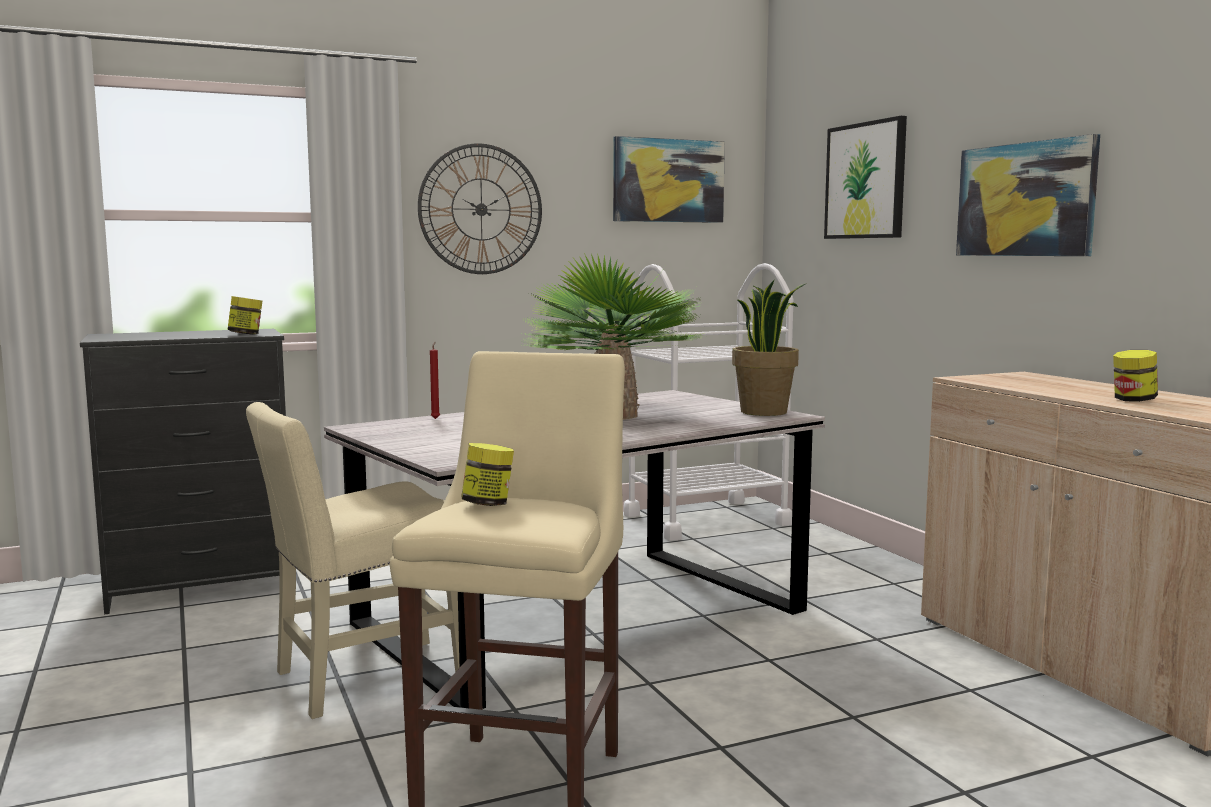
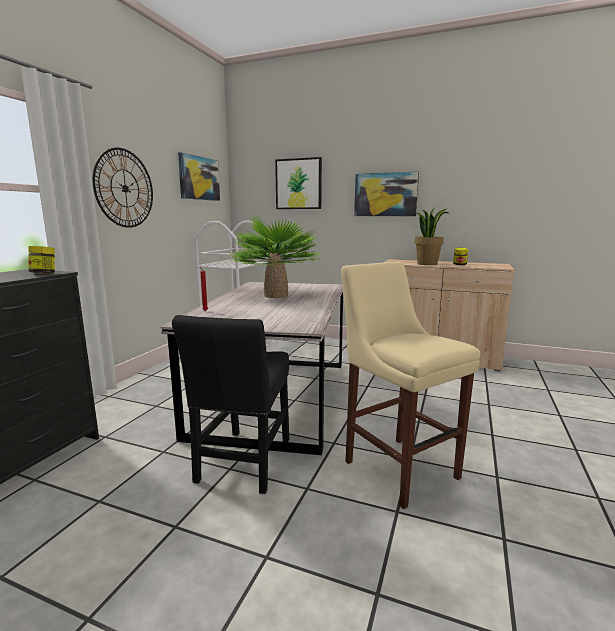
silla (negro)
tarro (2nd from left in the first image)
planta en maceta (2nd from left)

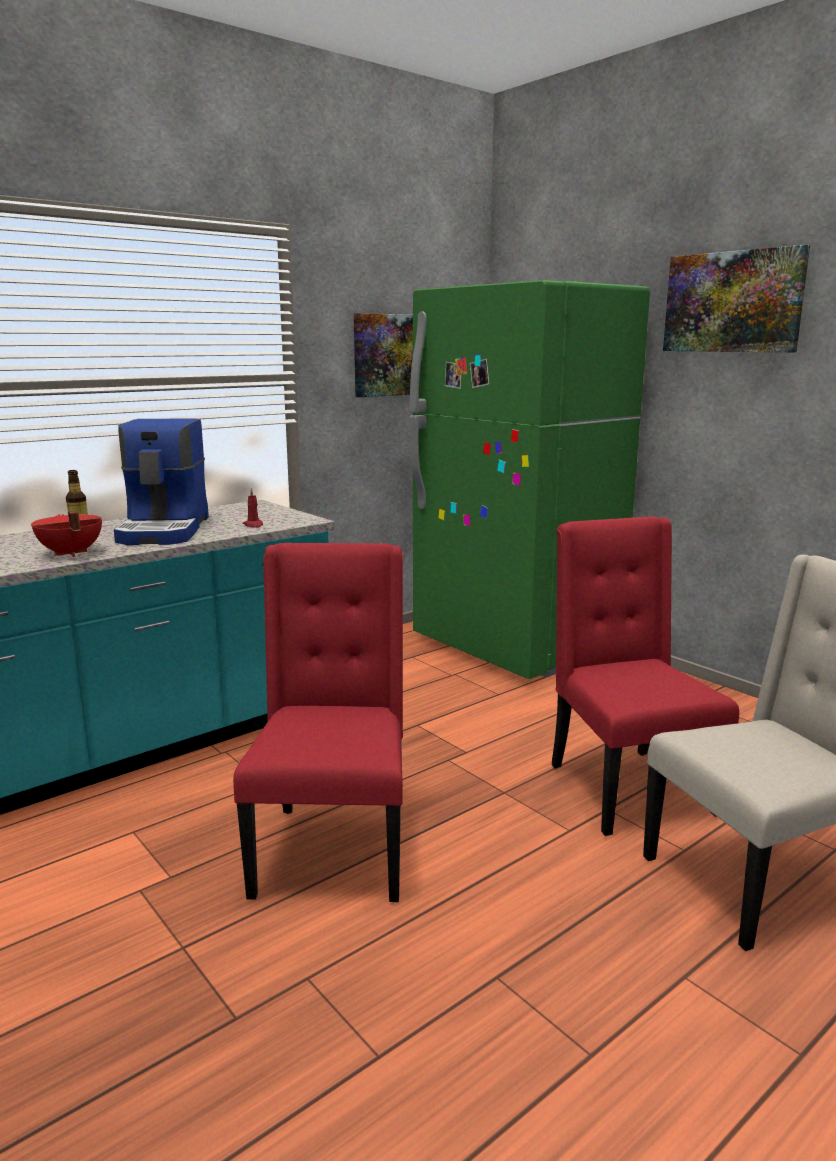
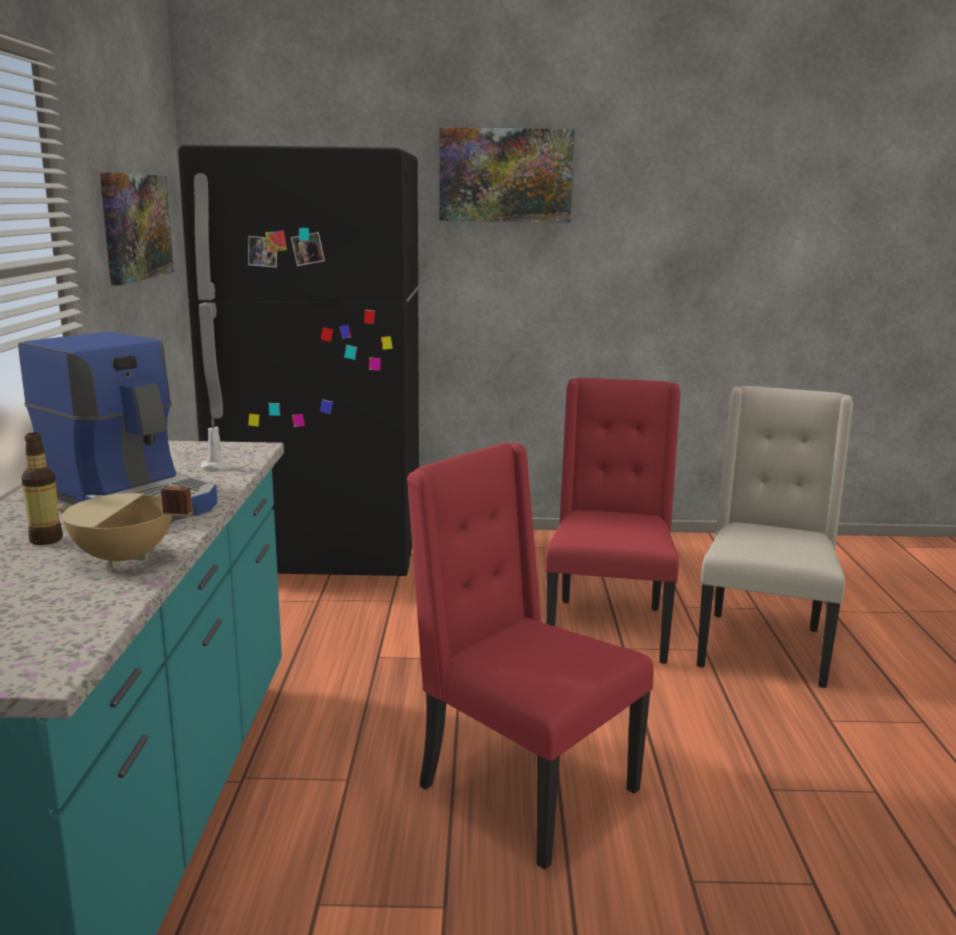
olla (beis)
vela (blanco)
nevera (negro)
silla (rojo) (2nd from left)

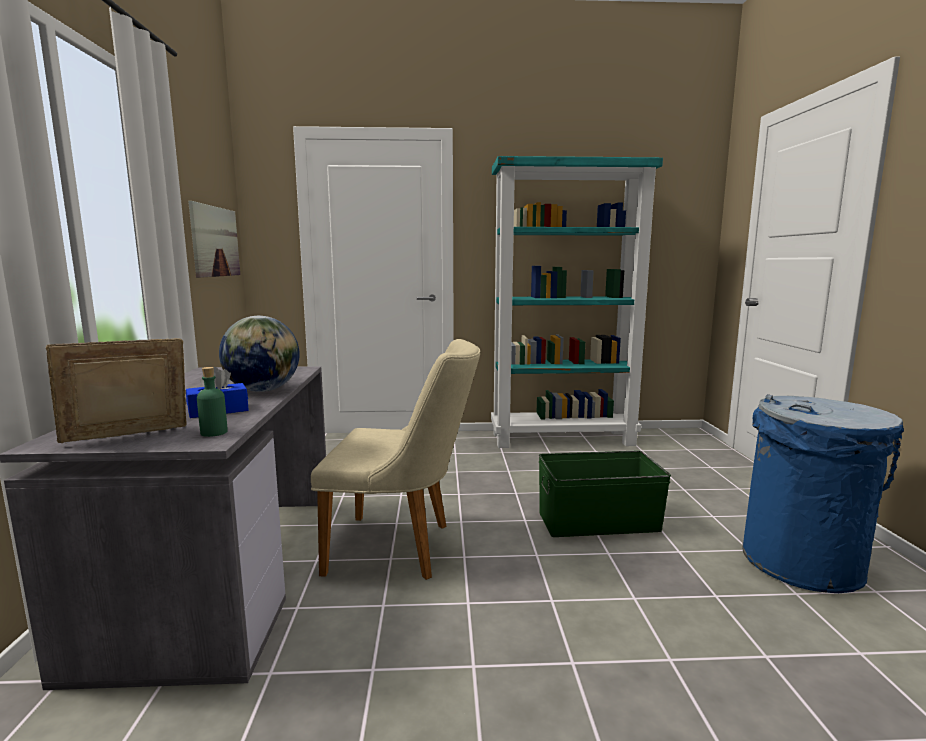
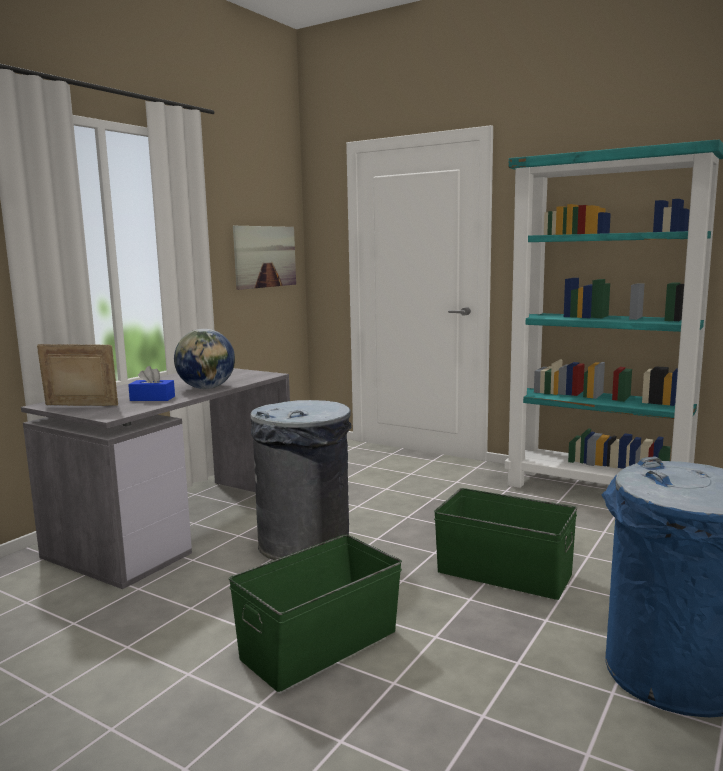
botella (verde)
papelera (gris)
caja de almacenaje (verde) (1st from left)

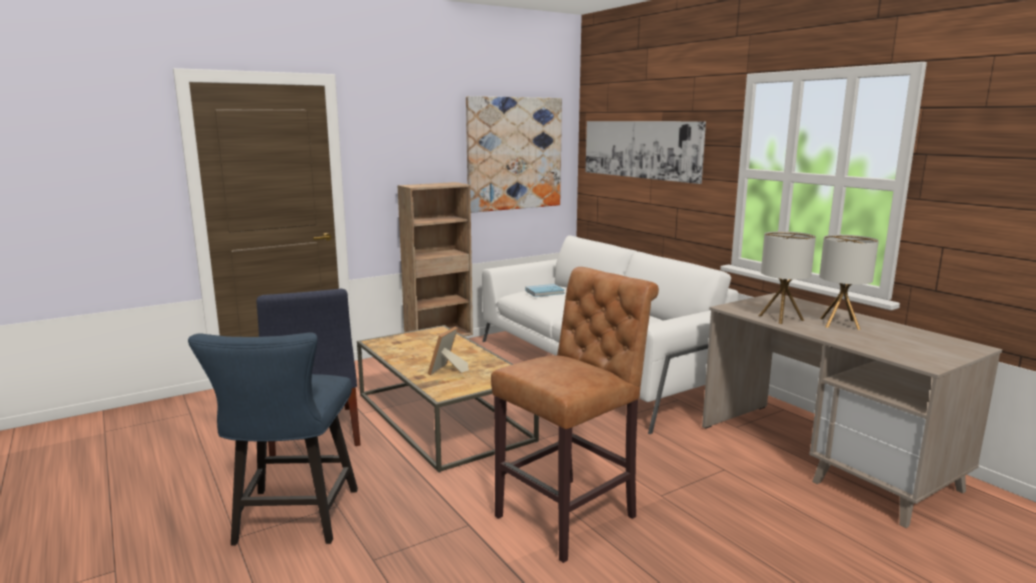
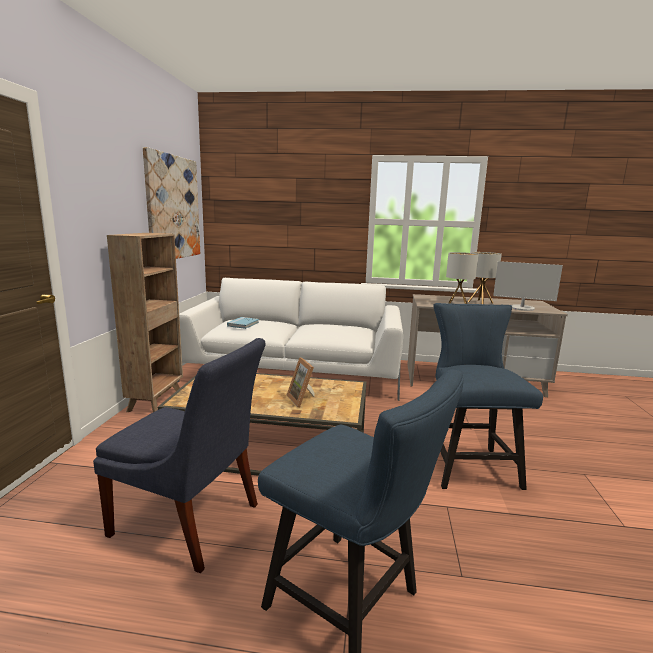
silla (azul) (3rd from left)
cuadro (2nd from left in the first image)
monitor

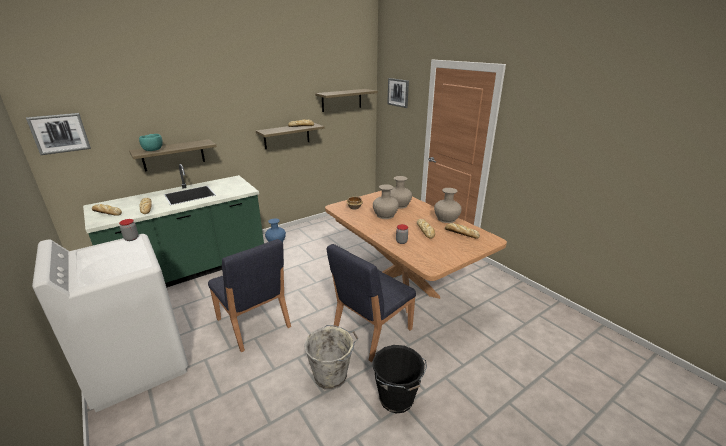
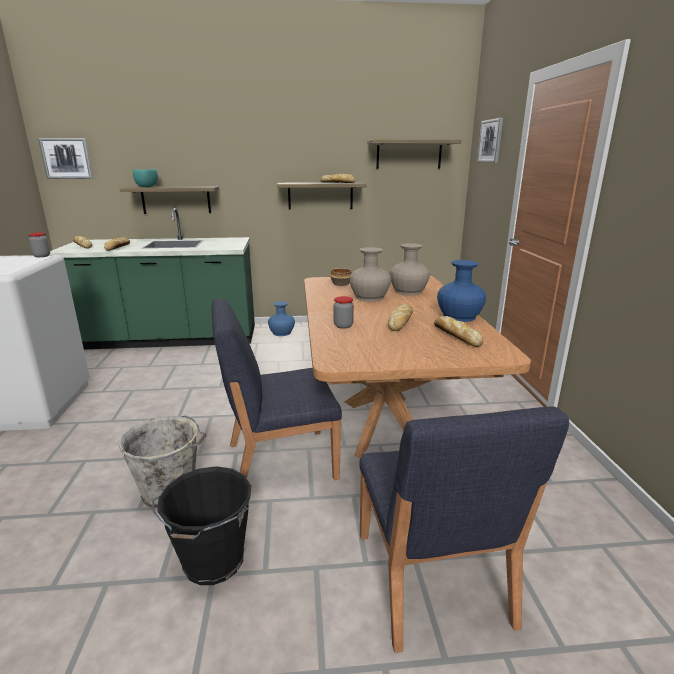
silla (azul) (2nd from left)
florero (azul) (2nd from left)

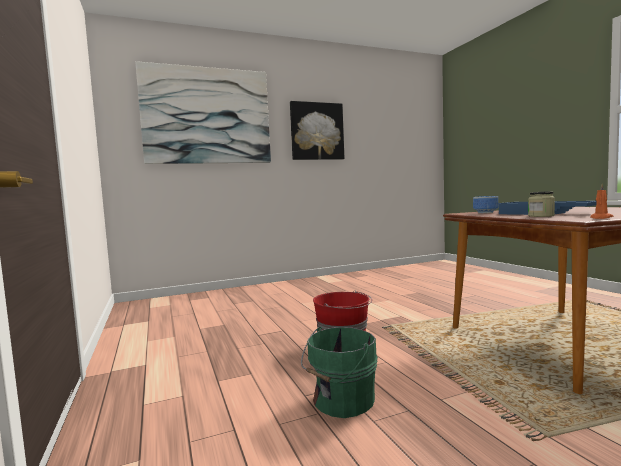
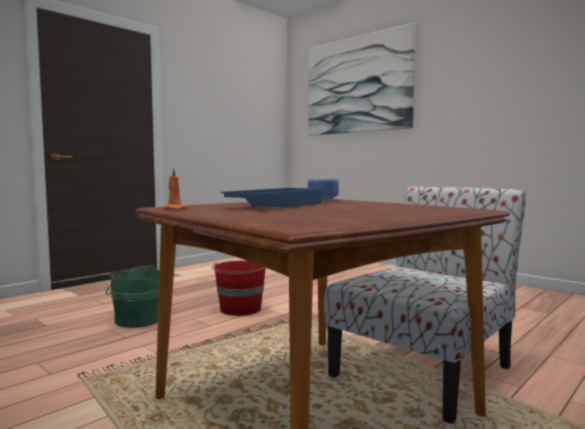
cuadro (2nd from left in the first image)
tarro
silla

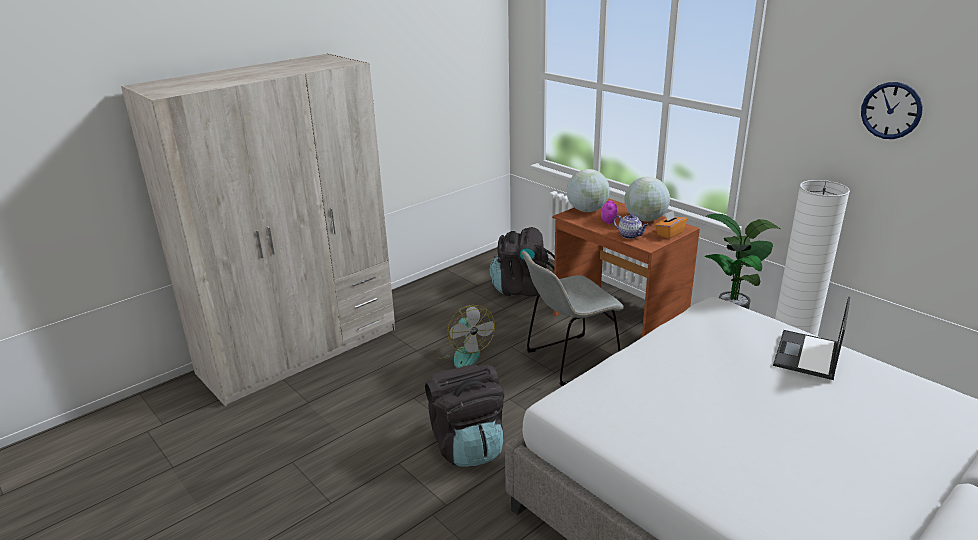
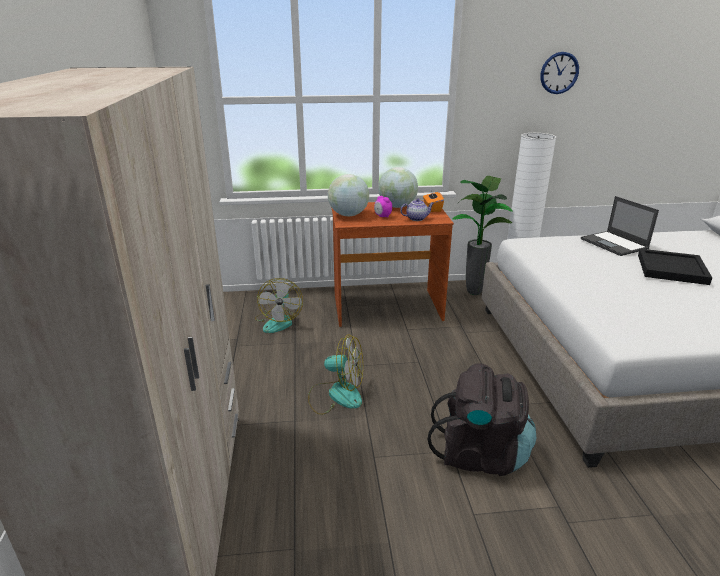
ventilador (1st from left)
silla (gris)
bandeja (negro)

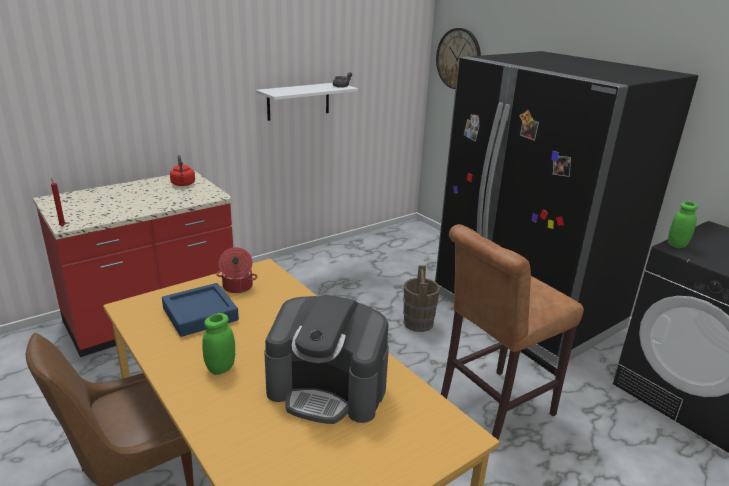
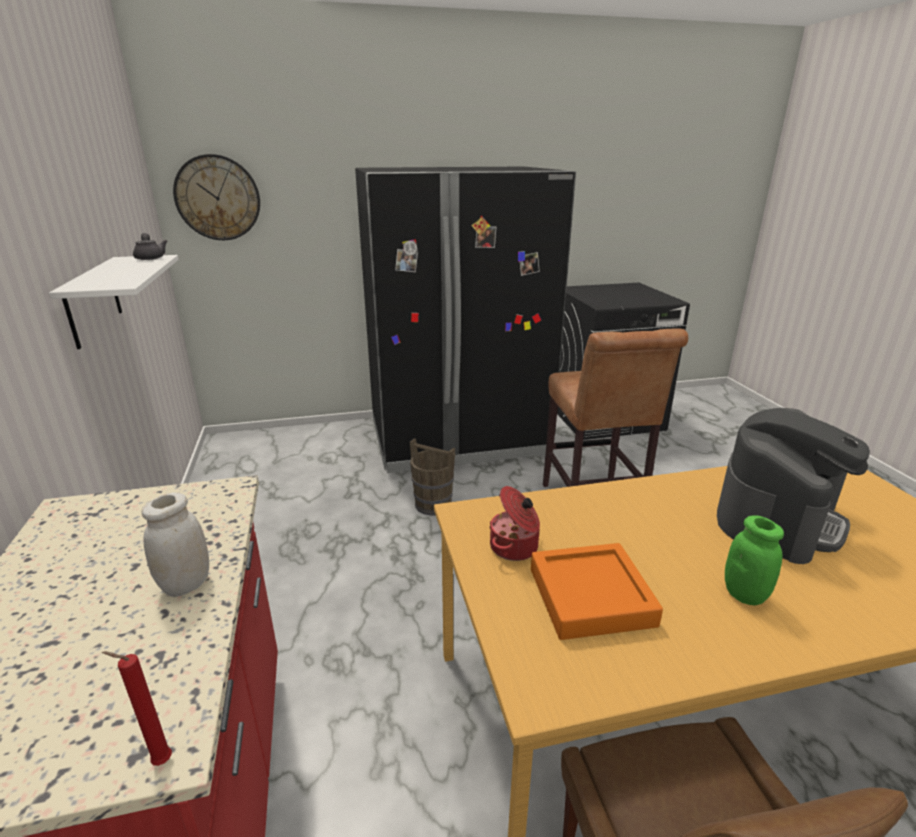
bandeja (naranja)
hervidor (rojo)
tarro (verde) (2nd from left in the first image)
tarro (blanco)

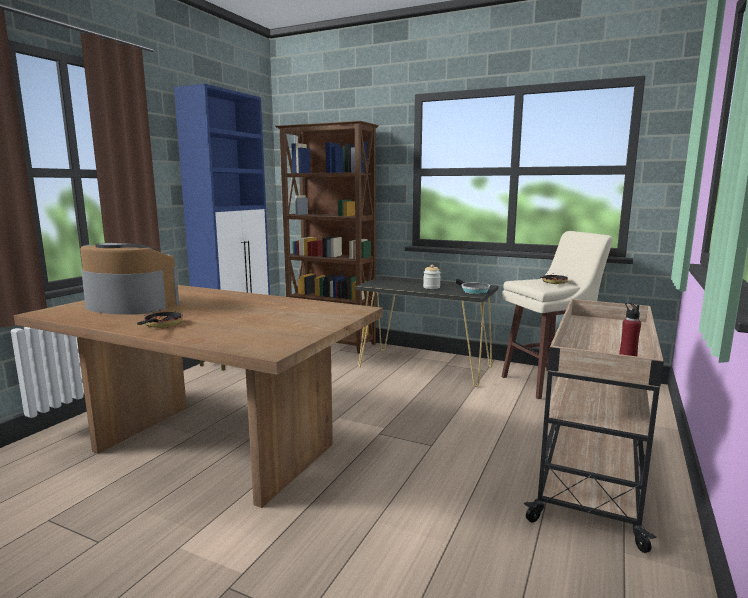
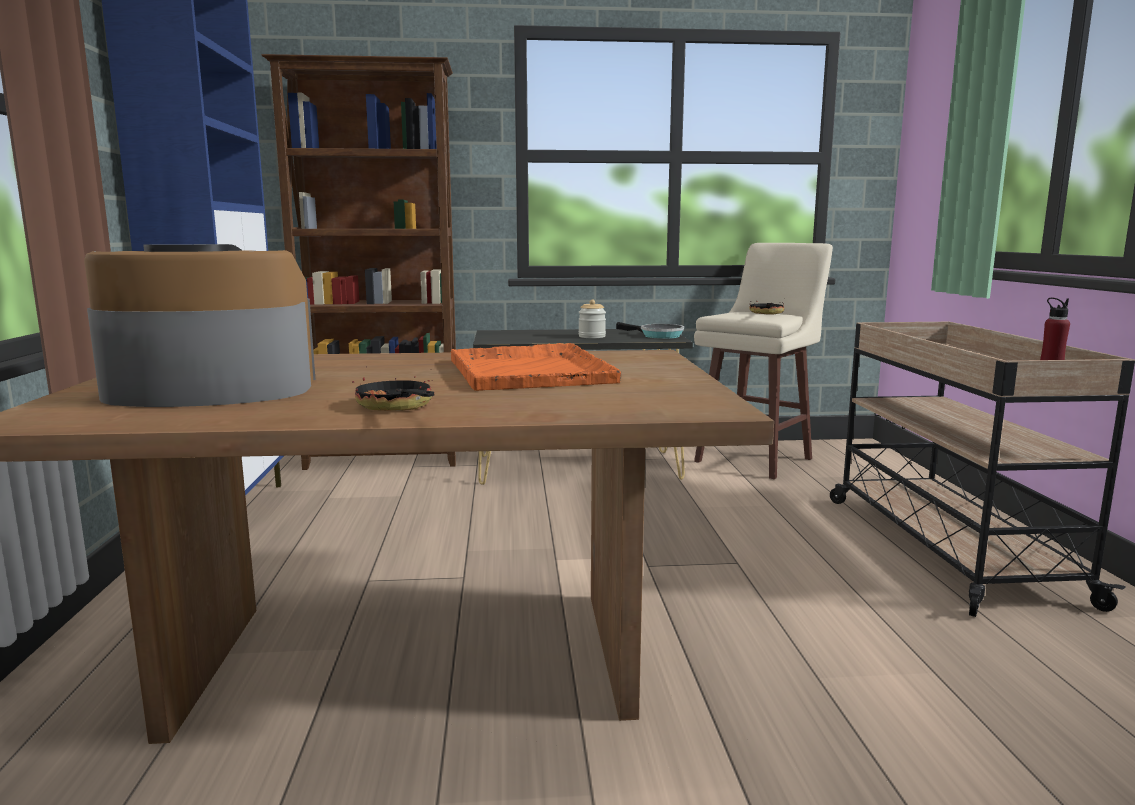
bandeja (naranja)

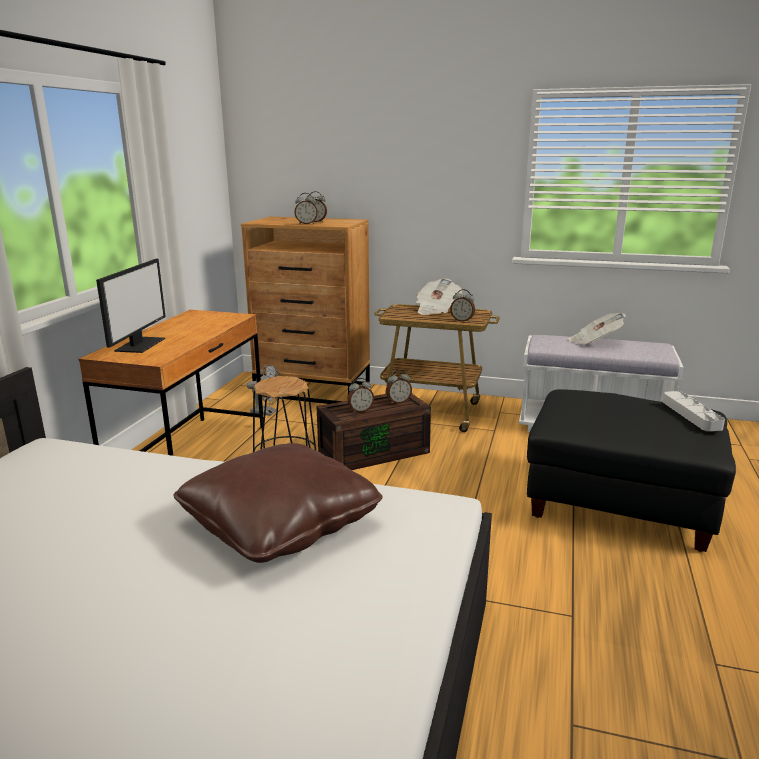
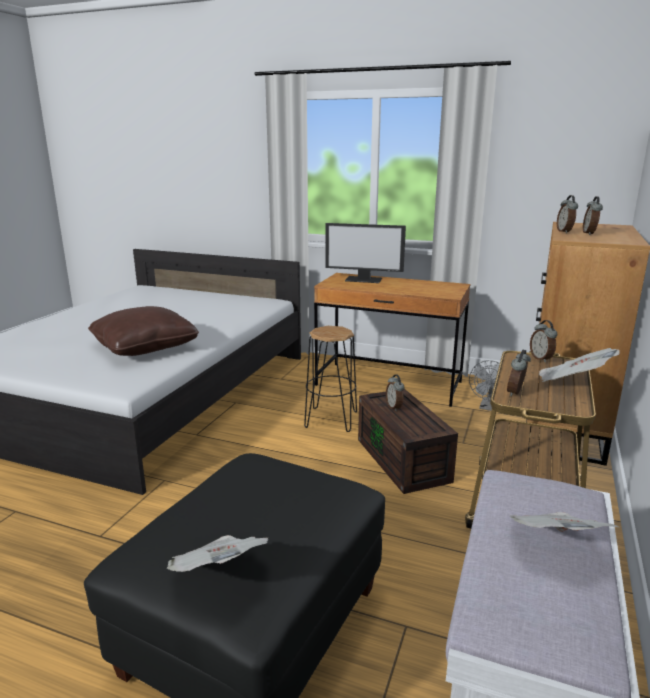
despertador (3rd from left)
periódico (1st from left)

